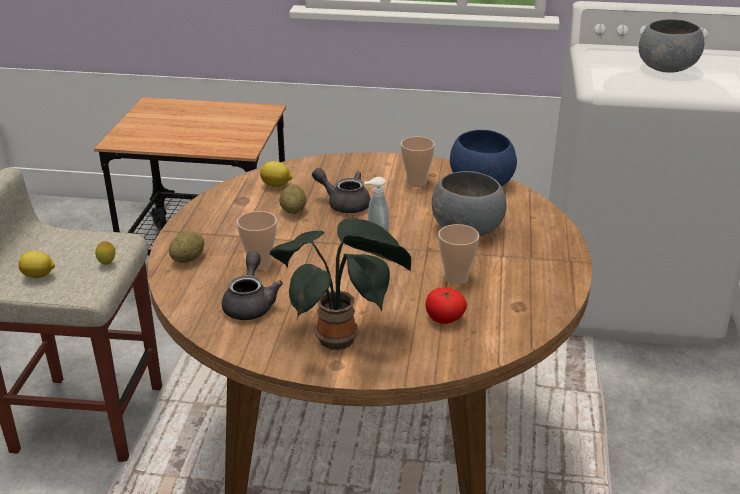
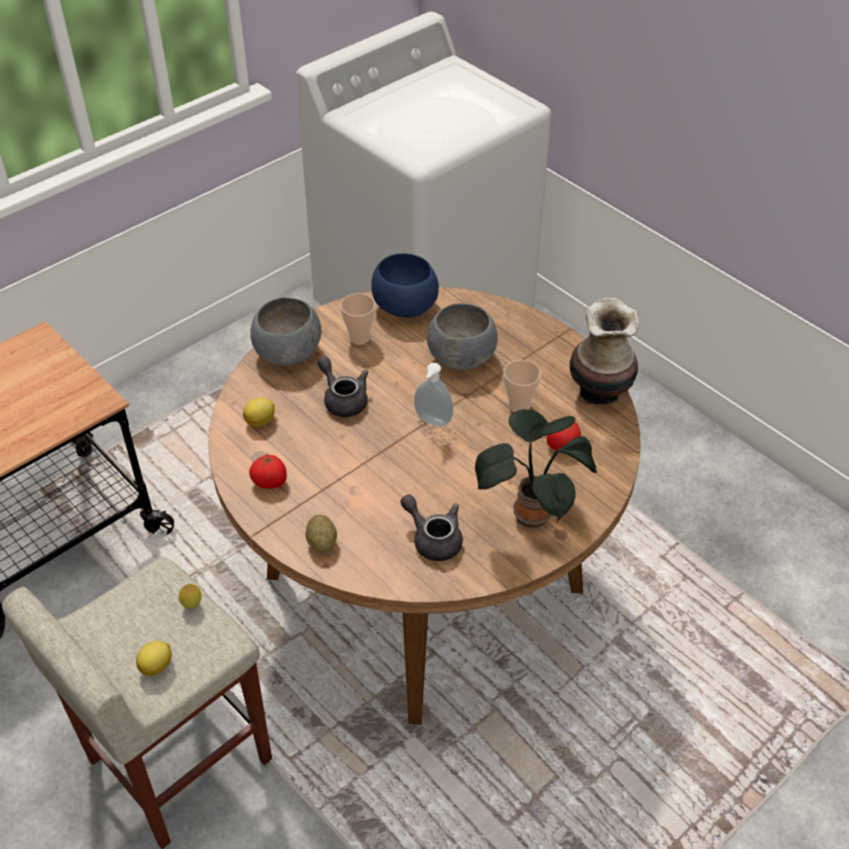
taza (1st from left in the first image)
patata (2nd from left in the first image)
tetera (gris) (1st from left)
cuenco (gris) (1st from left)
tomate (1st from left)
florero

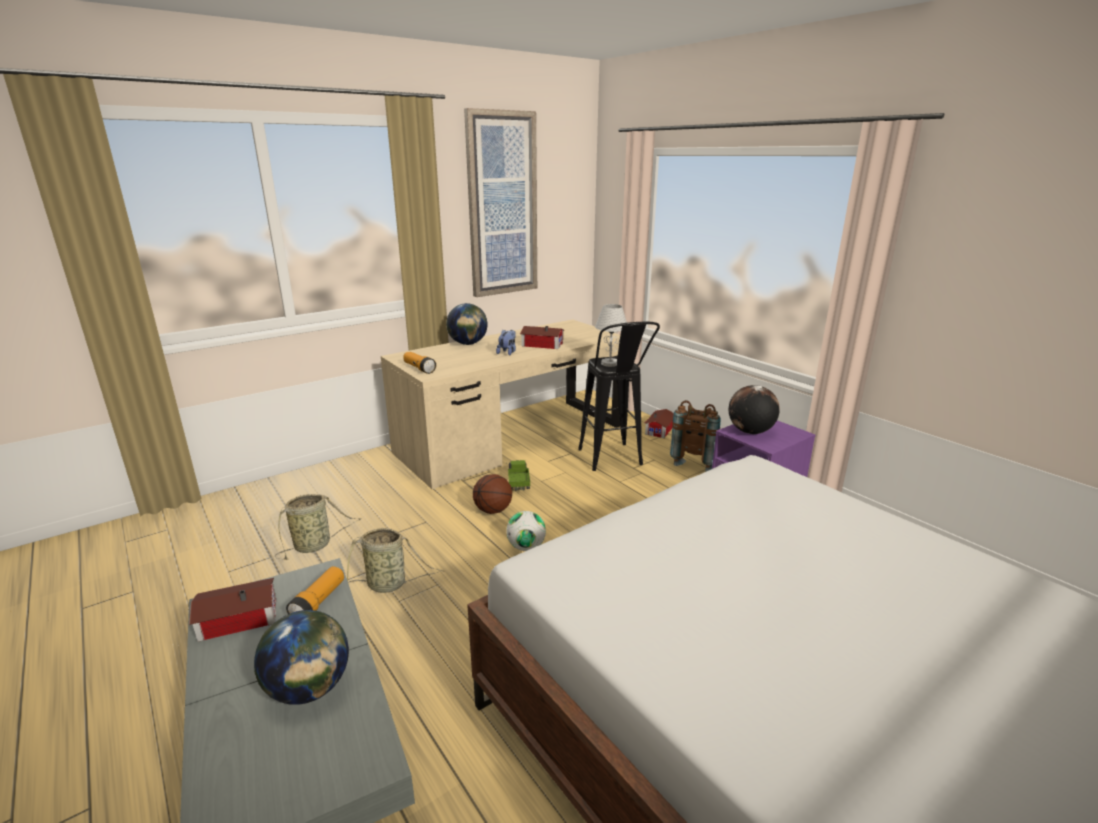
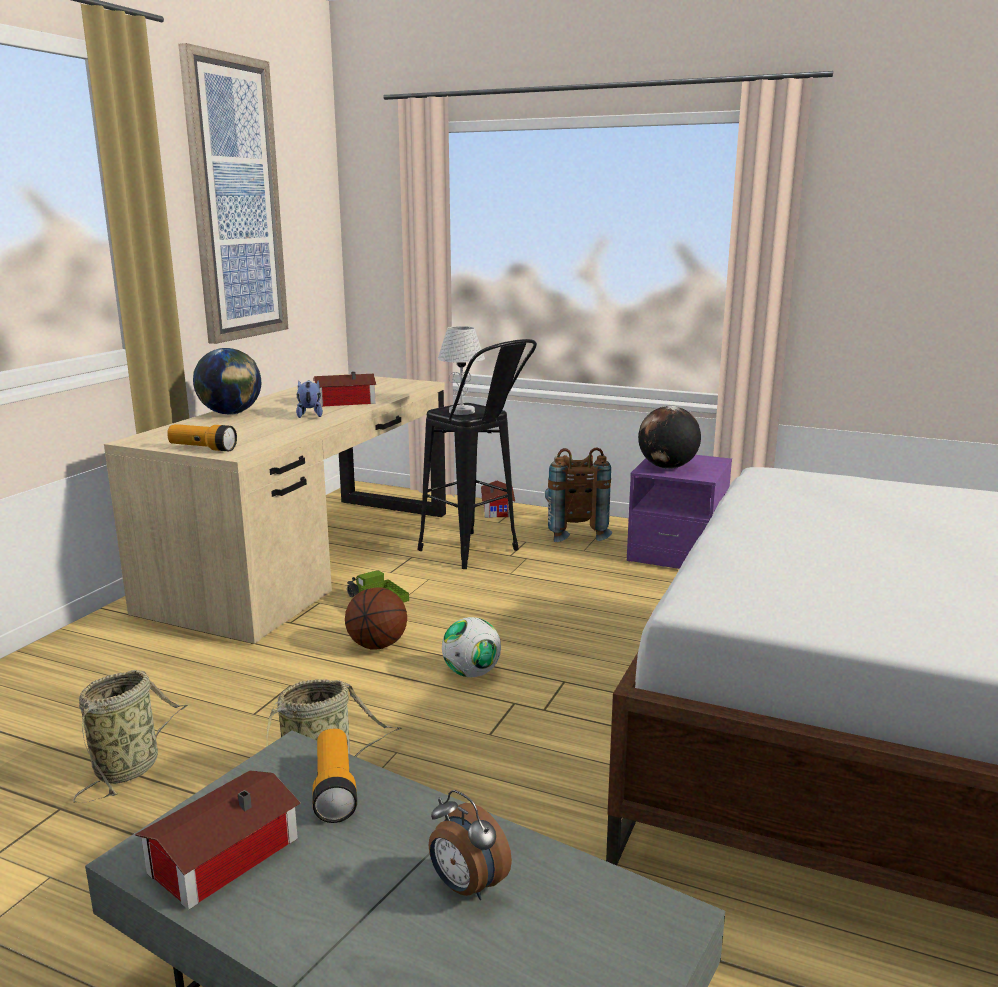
despertador

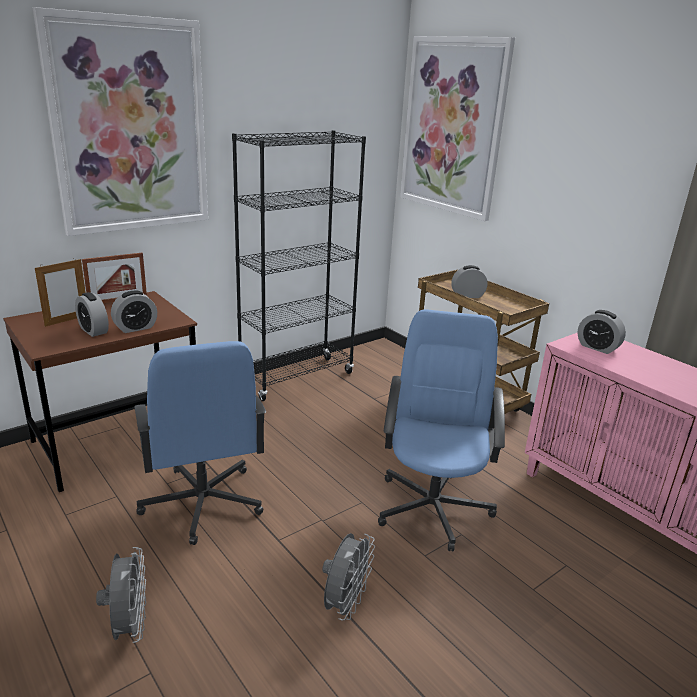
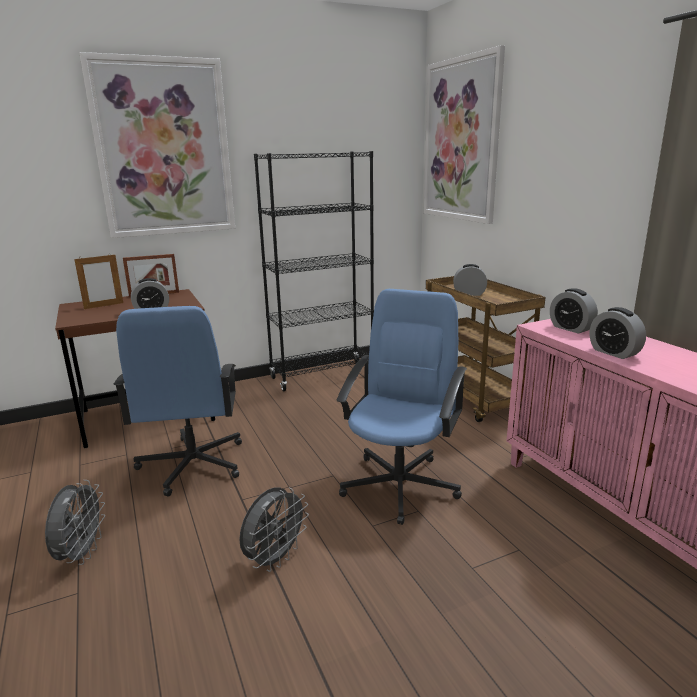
despertador (4th from left)

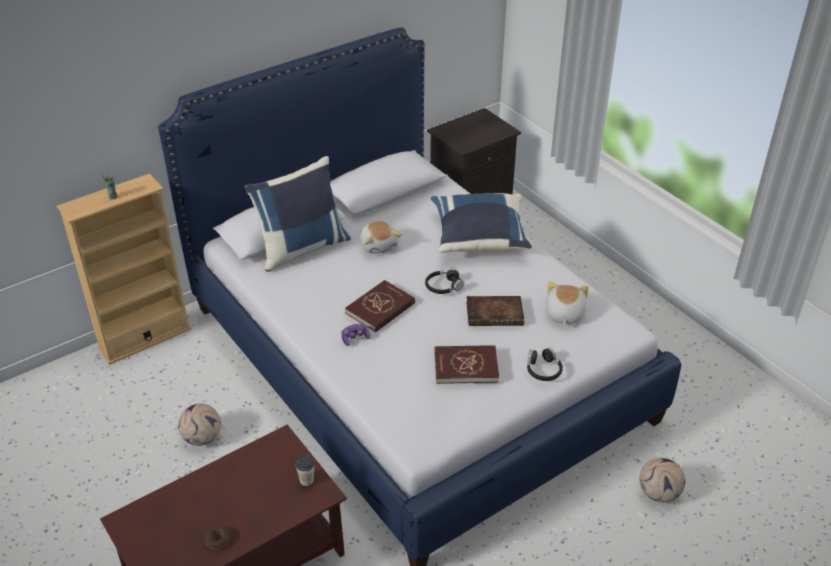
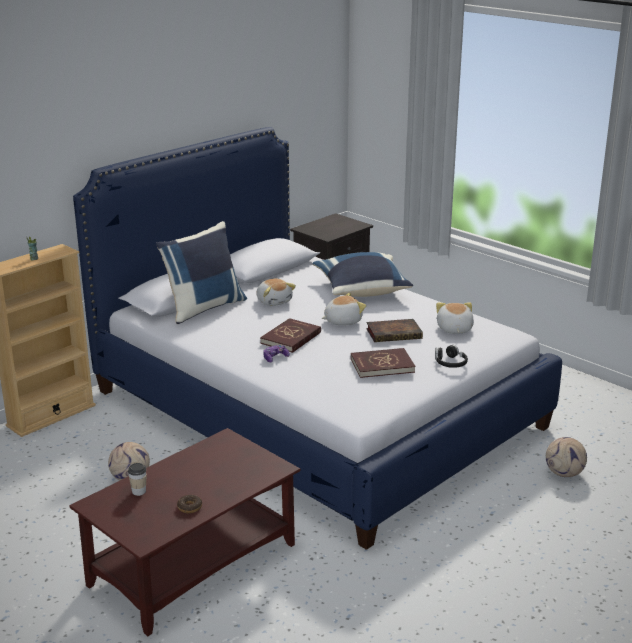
taza (2nd from left)
peluche (2nd from left)

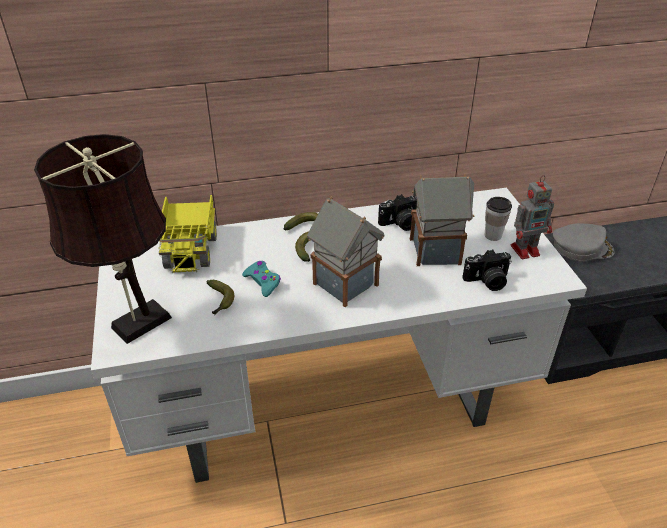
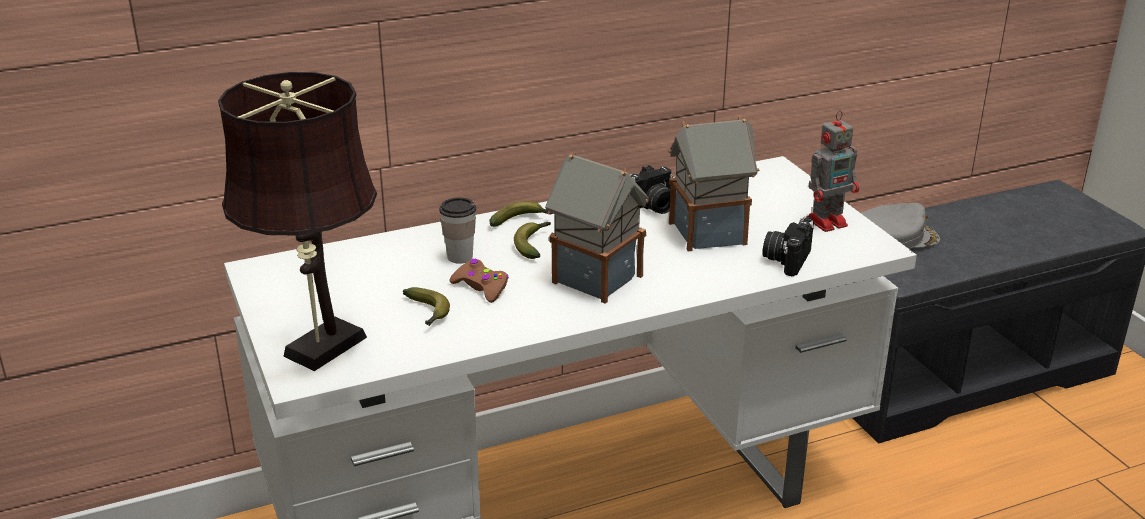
camión de juguete
mando de consola (marrón)
cámara (2nd from left)
taza

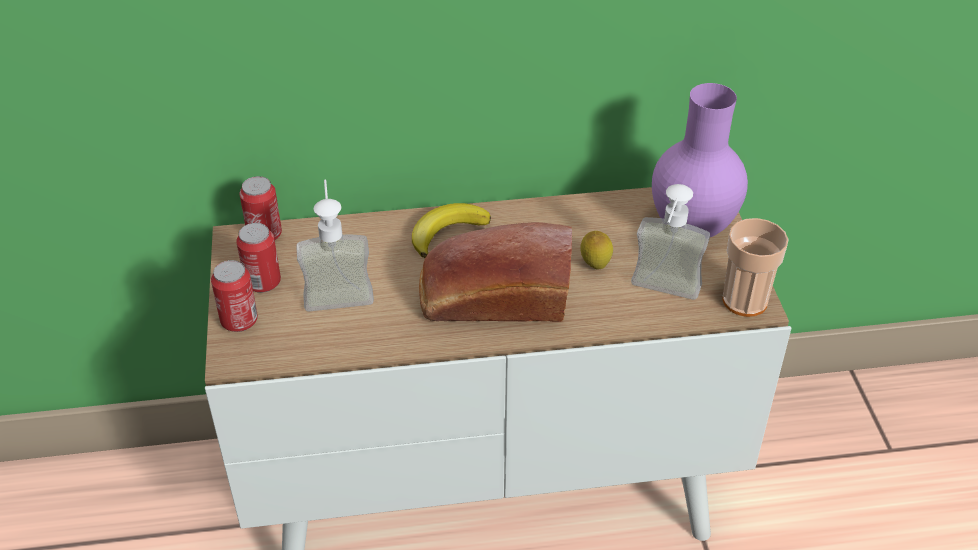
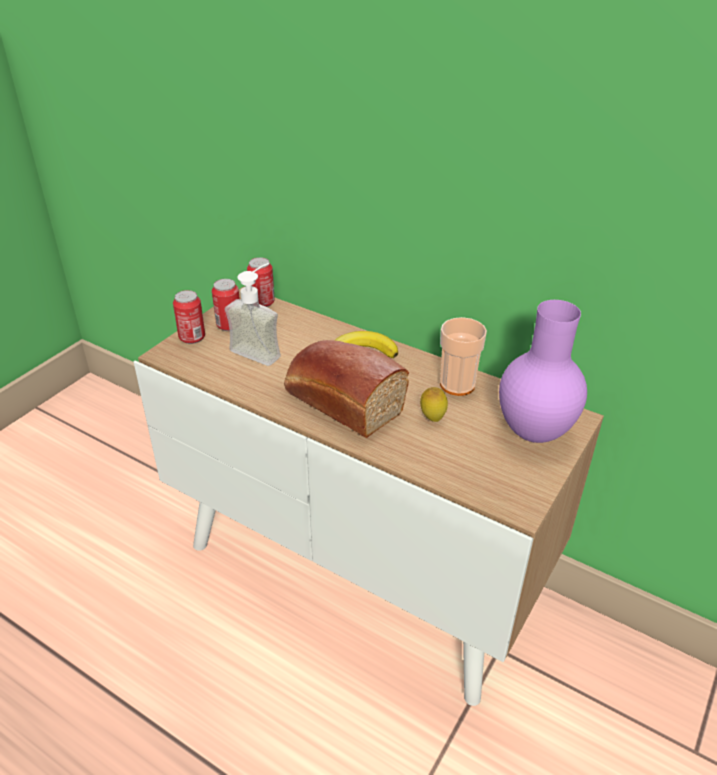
dispensador de jabón (2nd from left in the first image)
taza

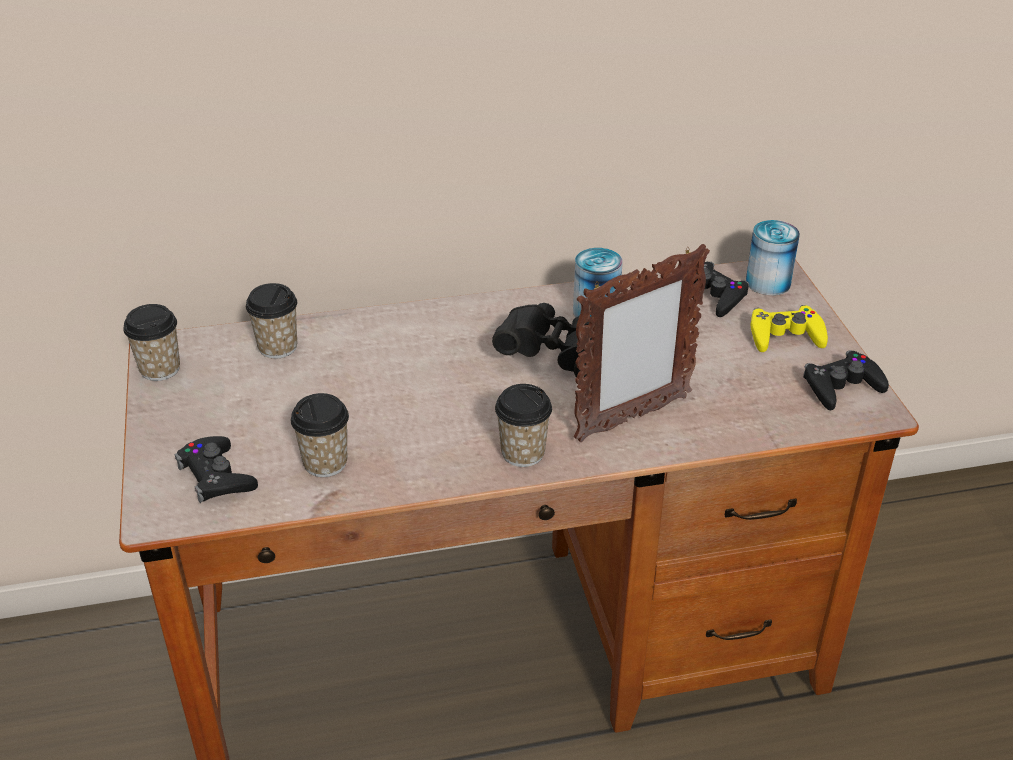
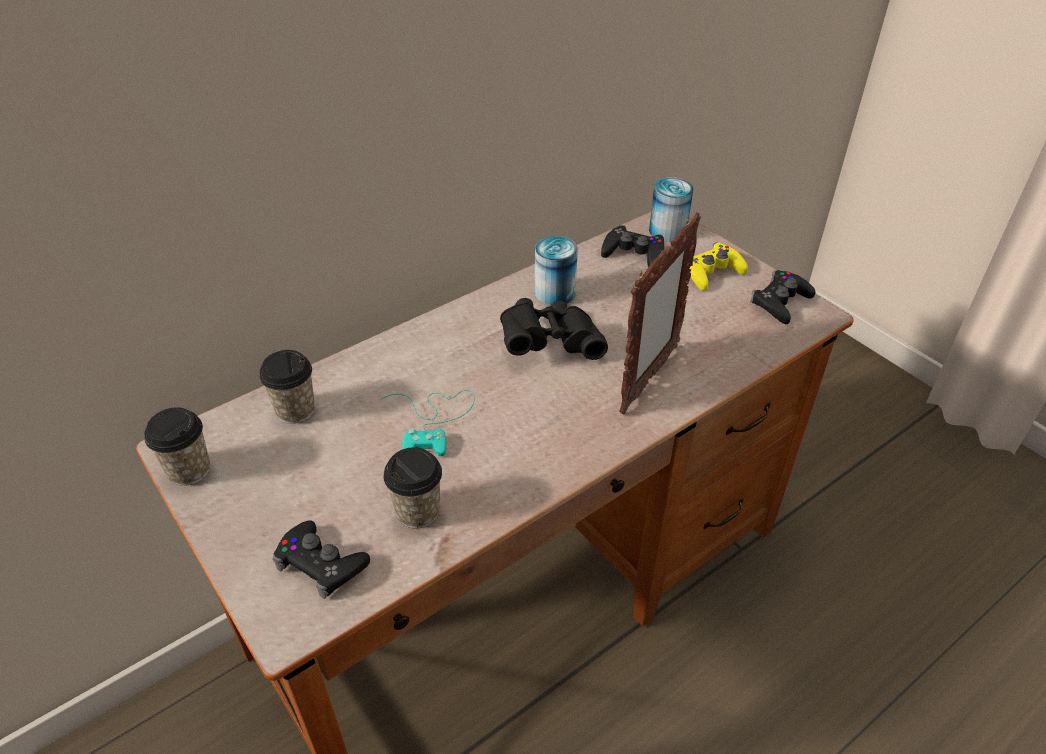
taza (4th from left in the first image)
mando de consola (turquesa)

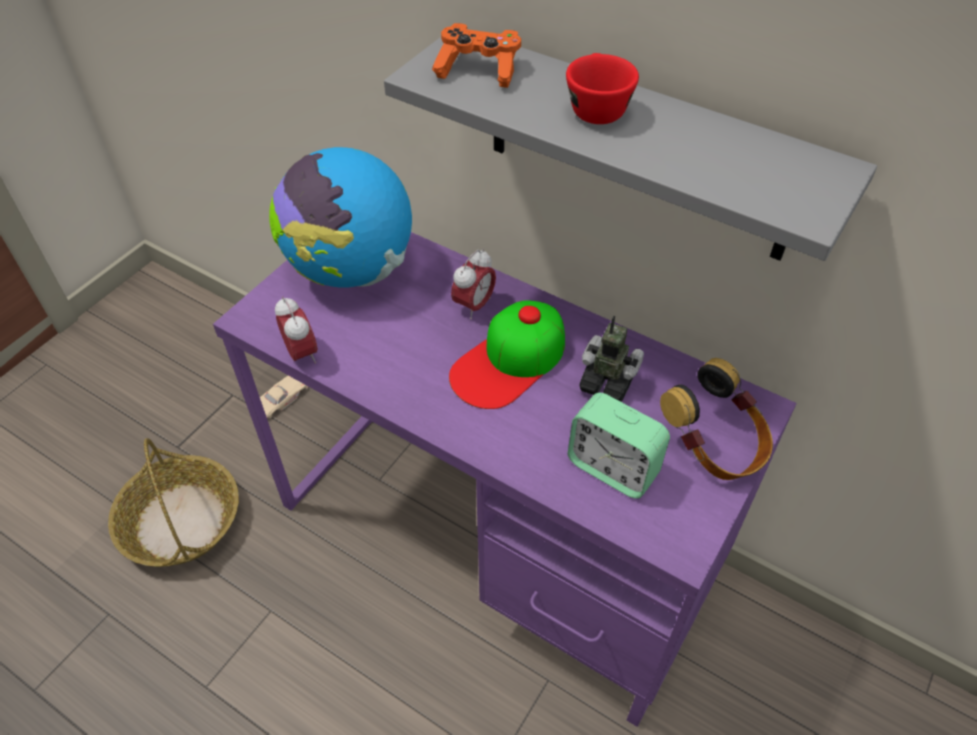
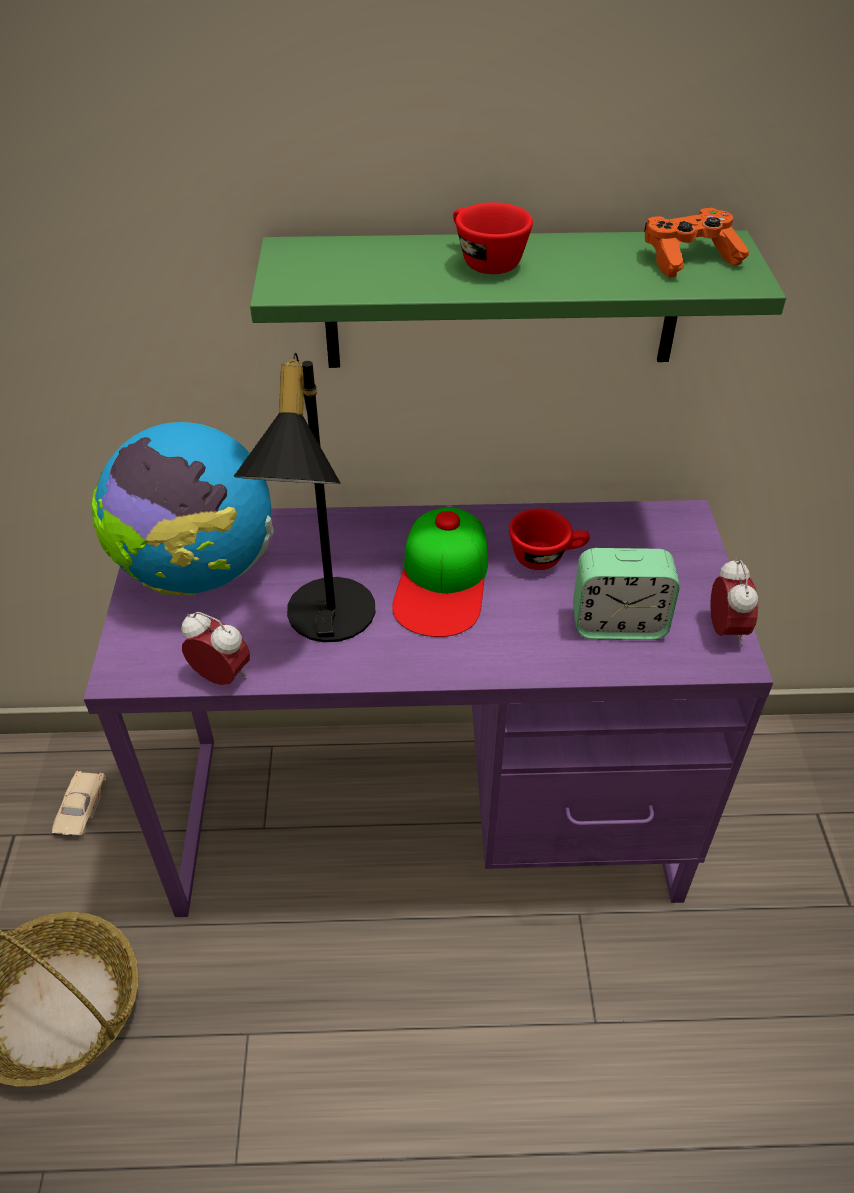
estante (verde)
mando de consola (naranja)
despertador (3rd from left)
taza (rojo) (2nd from left)
auriculares
lámpara de mesa (negro)

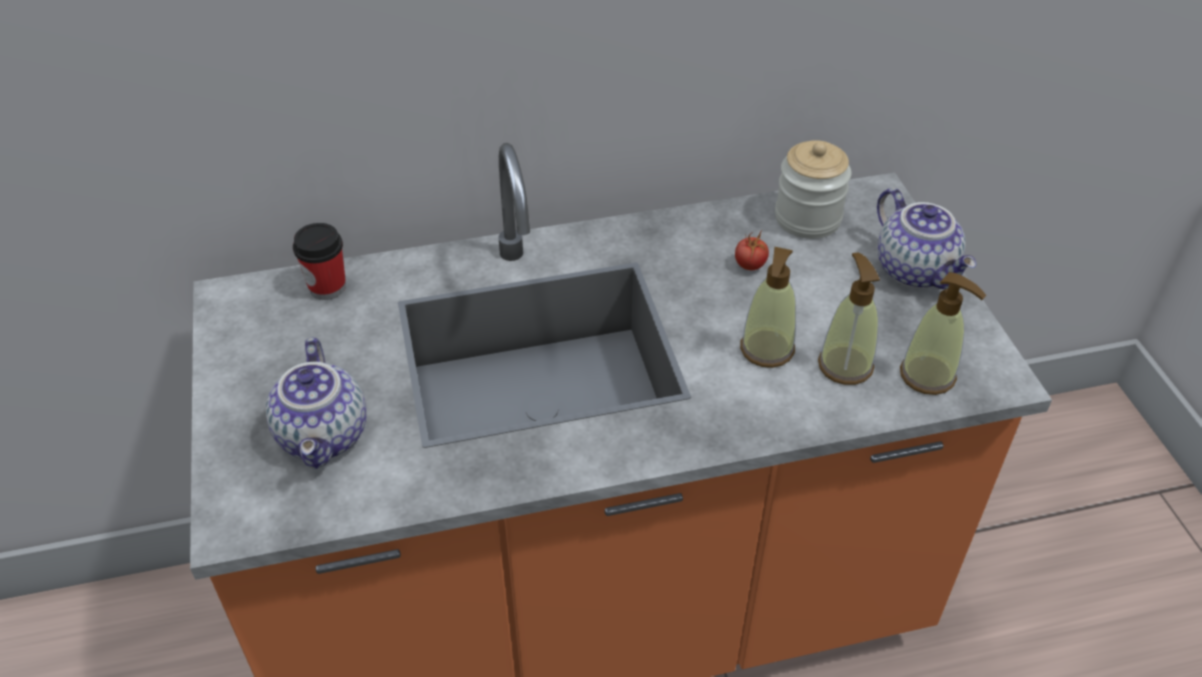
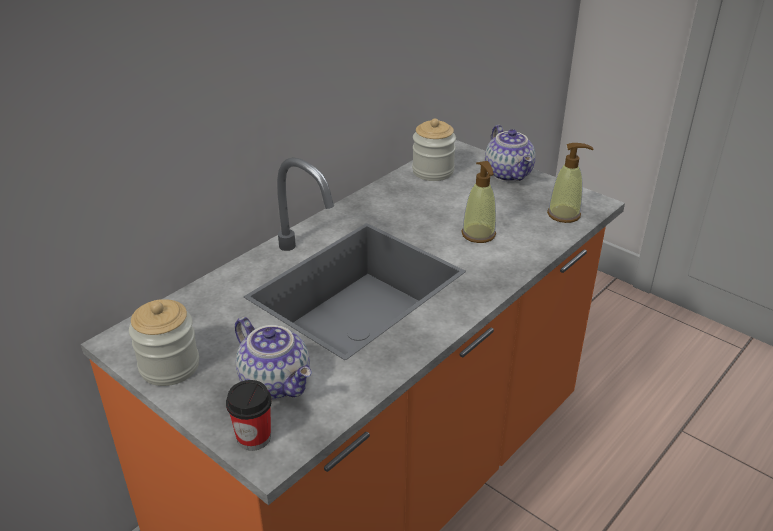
taza
tomate
dispensador de jabón (2nd from left in the first image)
tetera (2nd from left)
tarro (1st from left)

